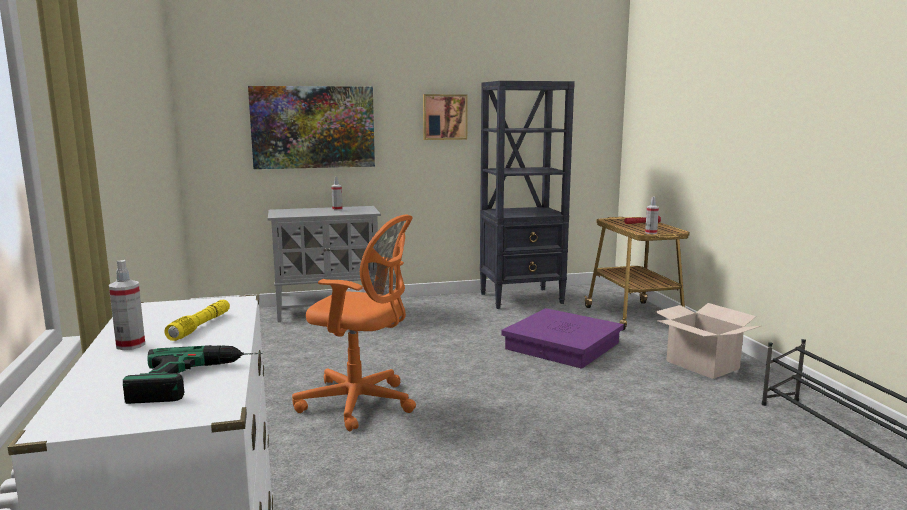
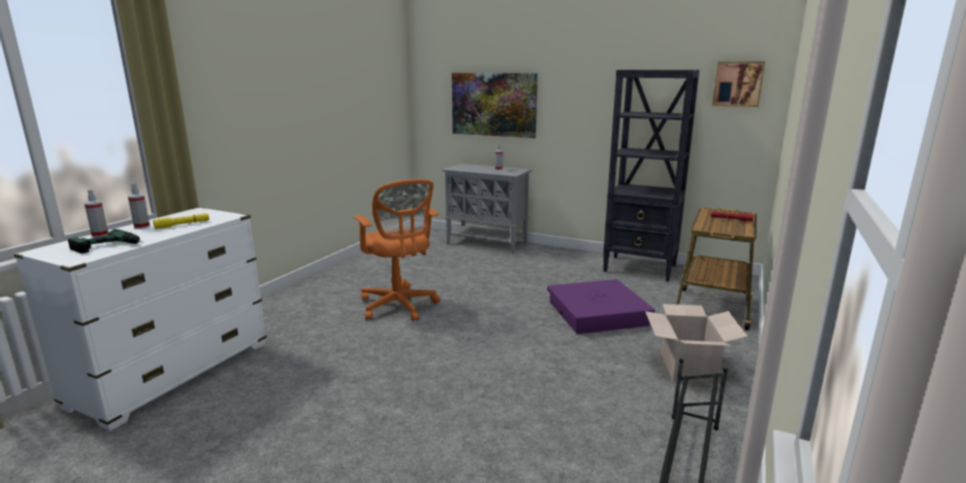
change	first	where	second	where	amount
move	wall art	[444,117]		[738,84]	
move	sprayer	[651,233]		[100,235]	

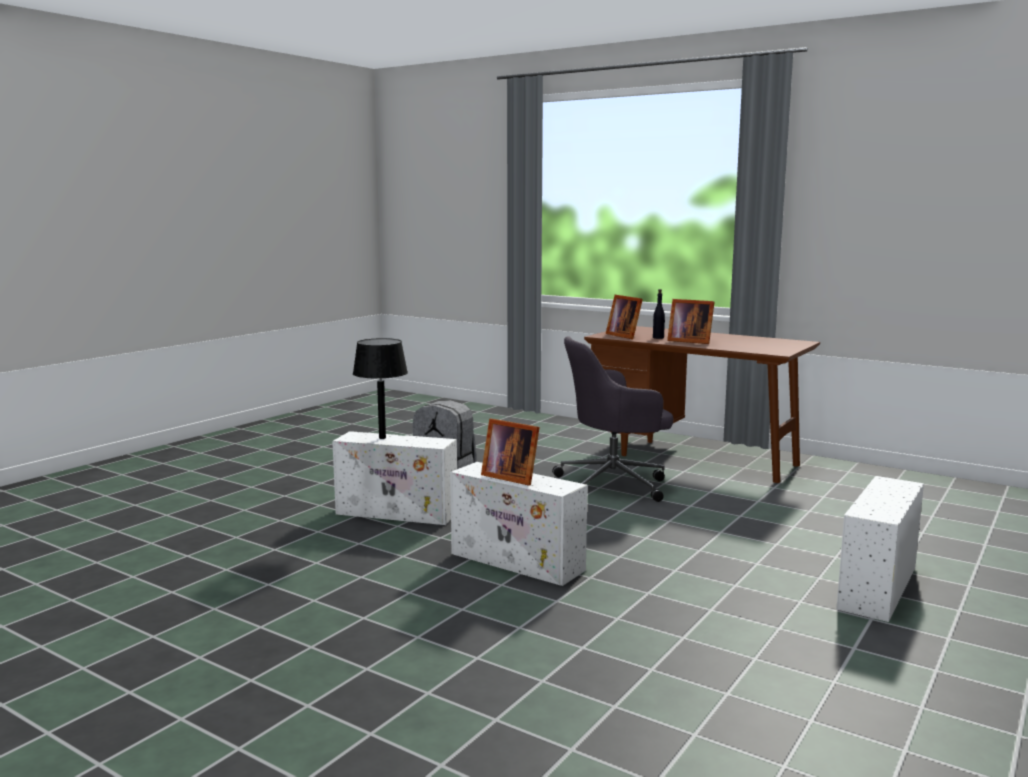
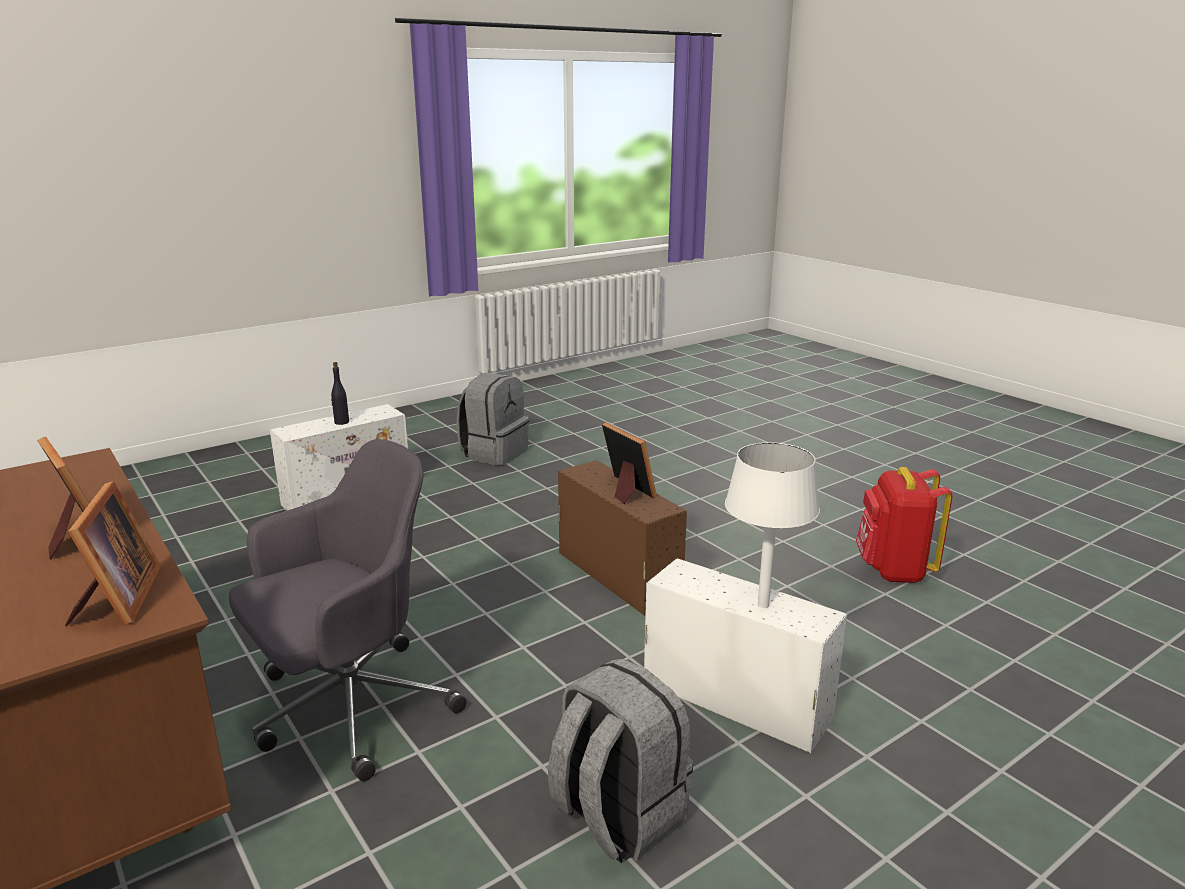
change	first	where	second	where	amount
move	black bottle	[658,338]		[341,422]	
rotate	greyish desk chair	[614,484]		[349,708]	45 degrees counterclockwise
recolor	black tabletop lamp	[382,438]	white-coloured tabletop lamp	[763,605]	
recolor	white-coloured storage box	[519,562]	brownish storage box	[616,574]	
insert			greyish knapsack	[494,453]	
insert			red knapsack	[893,571]	

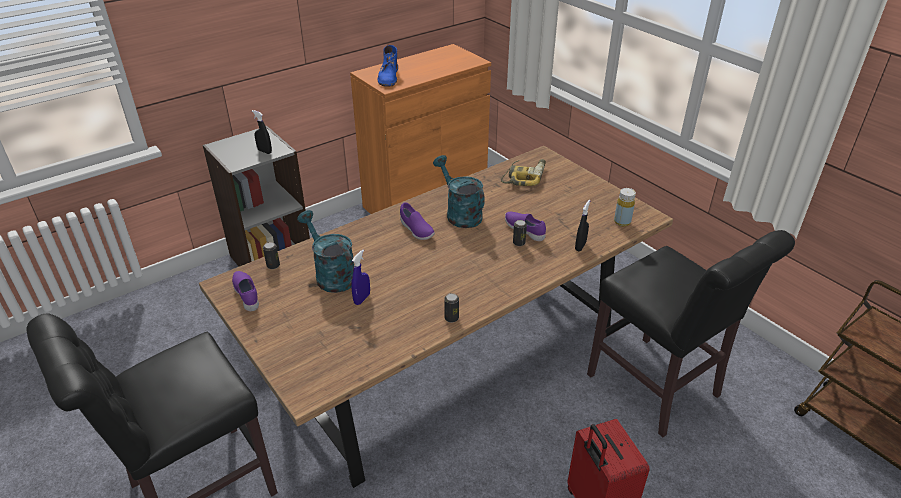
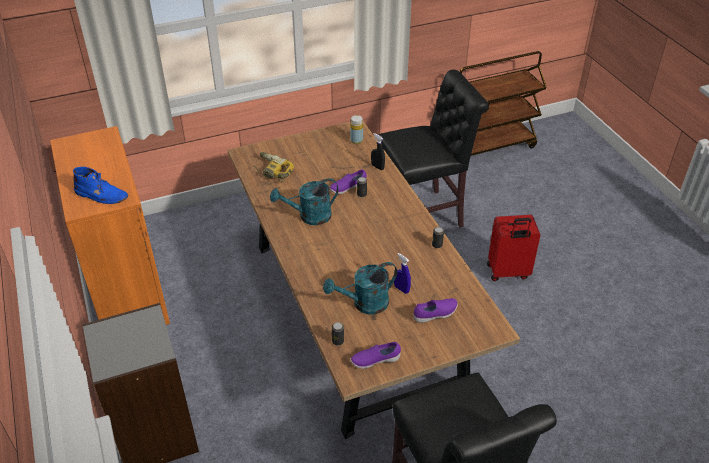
change	first	where	second	where	amount
delete	black sprayer	[264,151]			
move	purplish shoe	[416,230]		[435,314]	

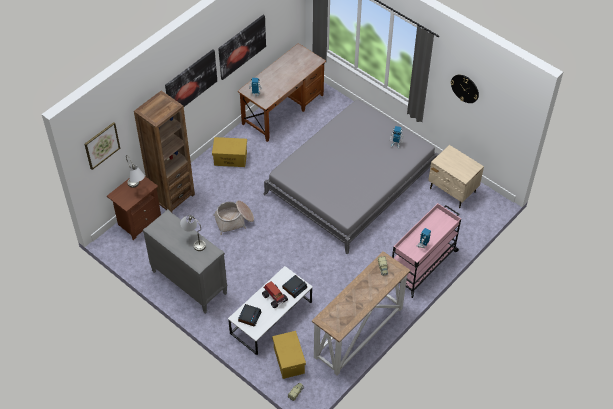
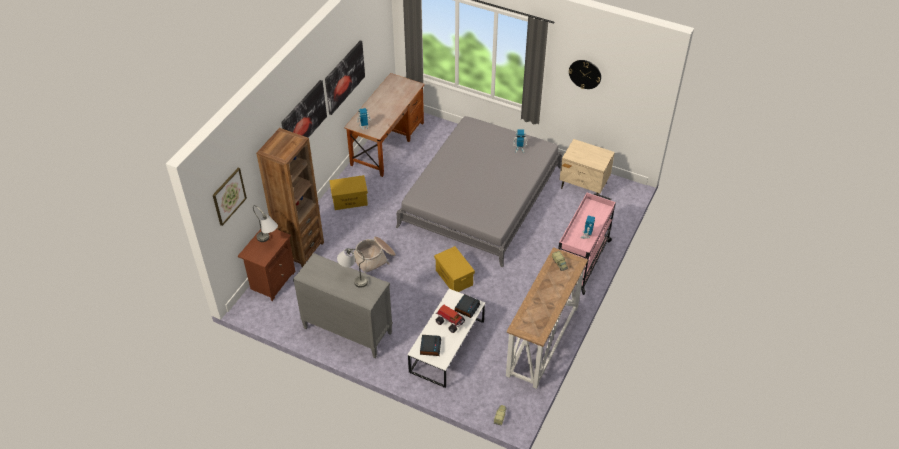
change	first	where	second	where	amount
move	yellowish storage box	[288,360]		[453,277]	

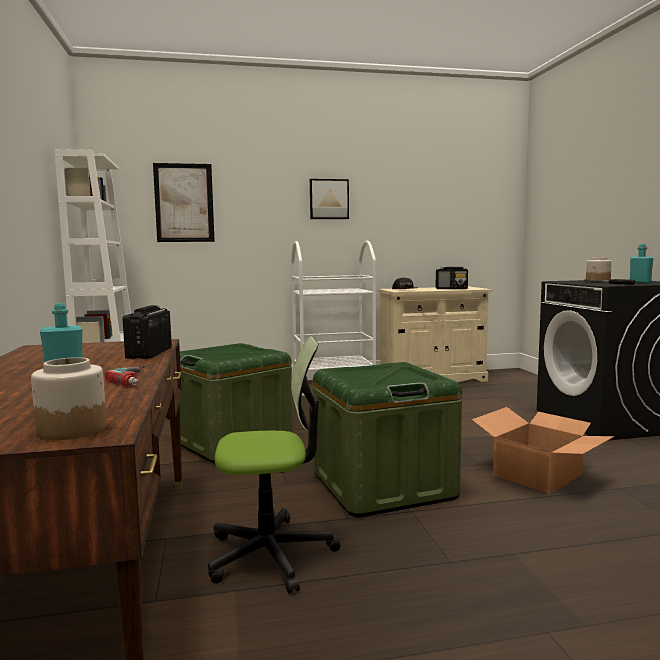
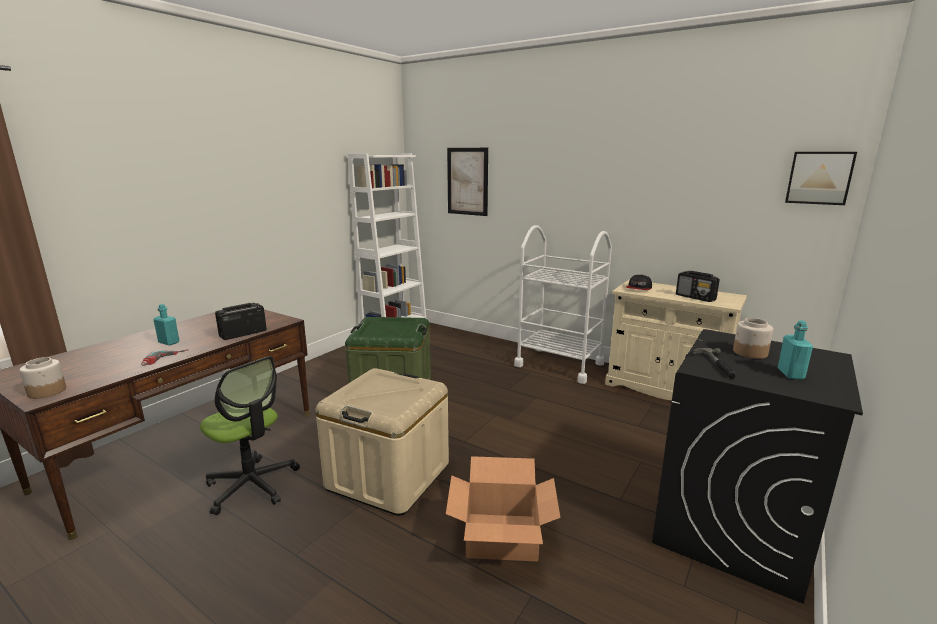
change	first	where	second	where	amount
move	wall art	[329,199]		[819,178]	
recolor	green storage box	[383,486]	sand-coloured storage box	[388,476]	

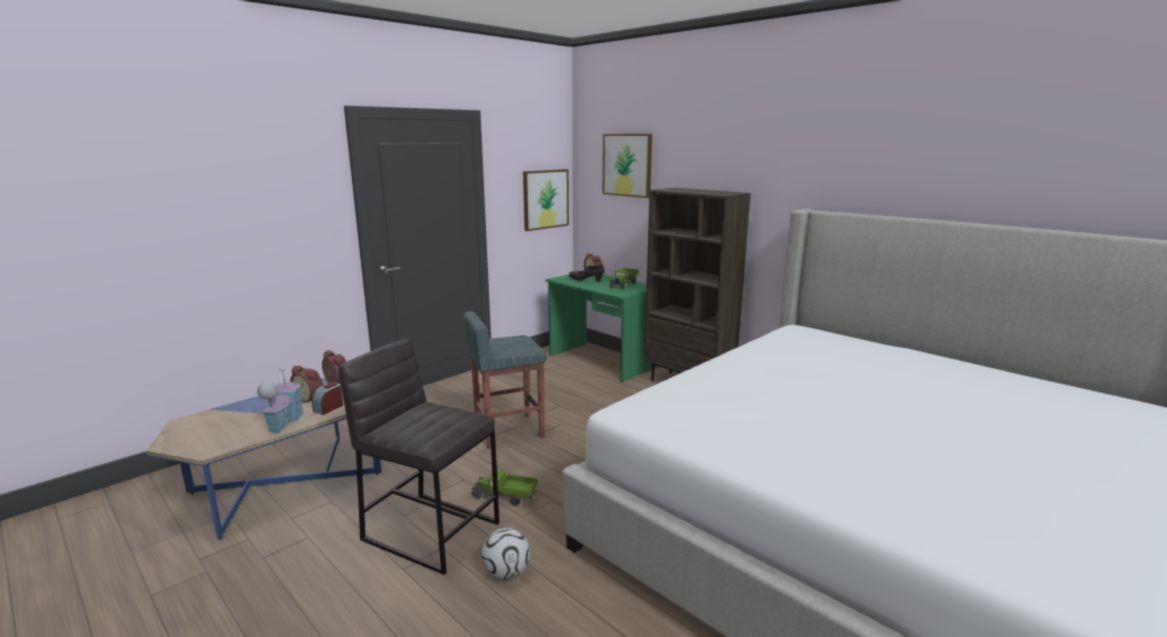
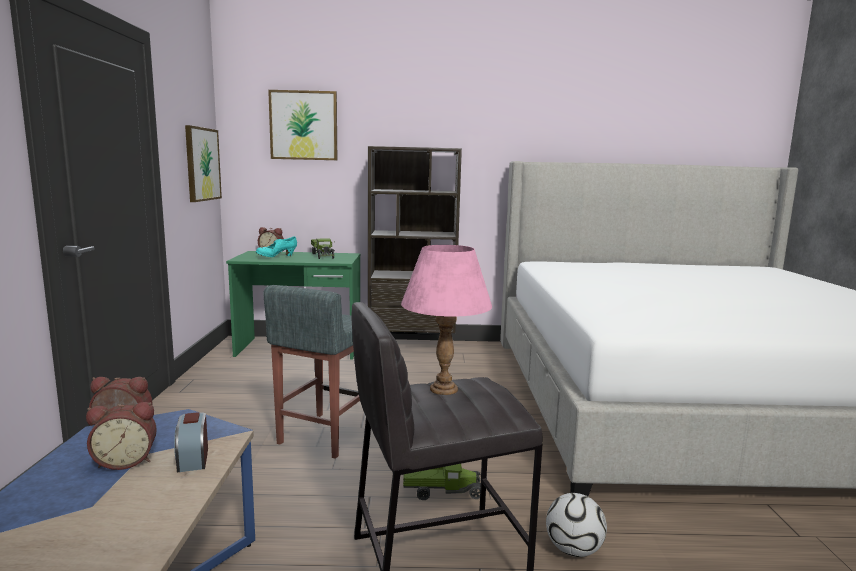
change	first	where	second	where	amount
recolor	black shoe	[586,280]	blue-green shoe	[276,257]	
delete	model house	[283,422]			
rotate	model truck	[505,497]		[441,491]	150 degrees counterclockwise
insert			pinkish tabletop lamp	[444,389]	

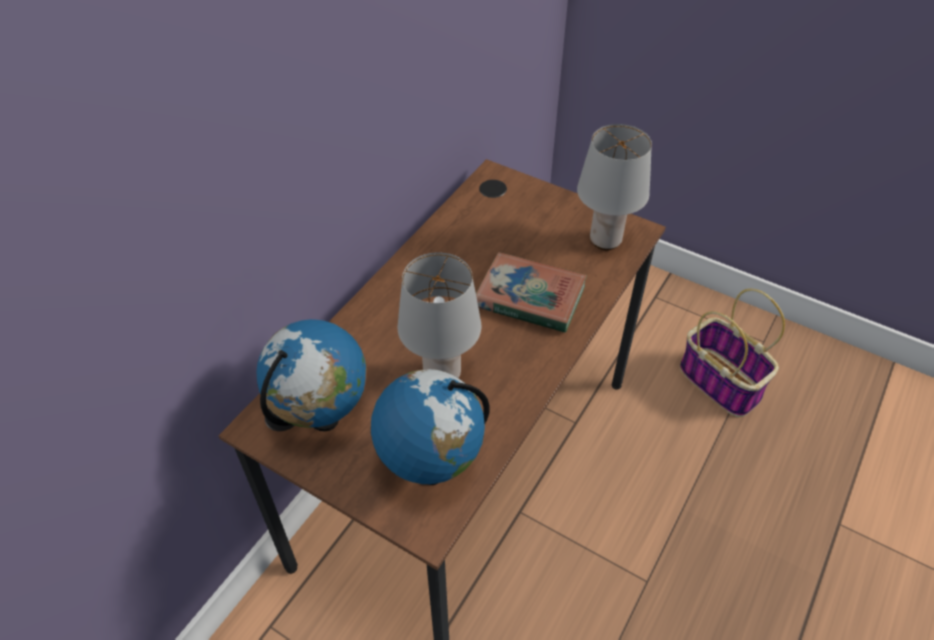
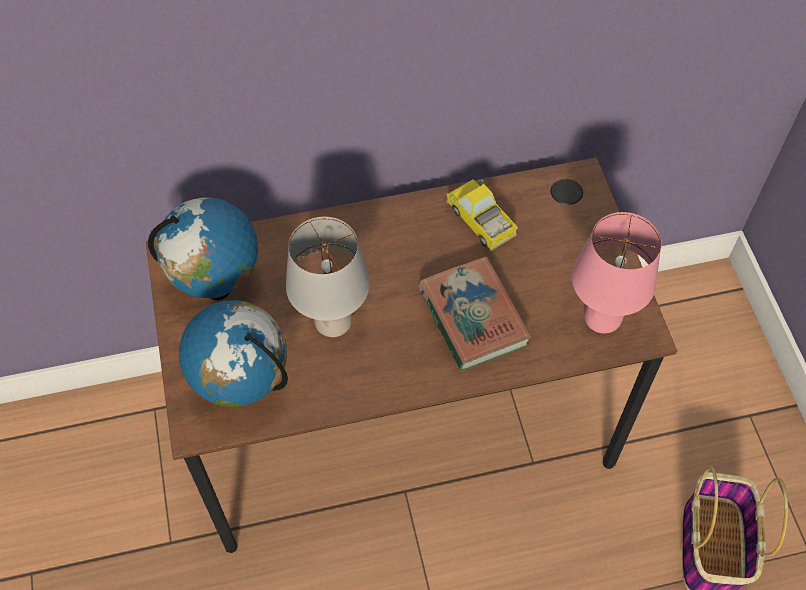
change	first	where	second	where	amount
recolor	greyish tabletop lamp	[605,241]	pinkish tabletop lamp	[602,320]	
insert			model truck	[480,221]	

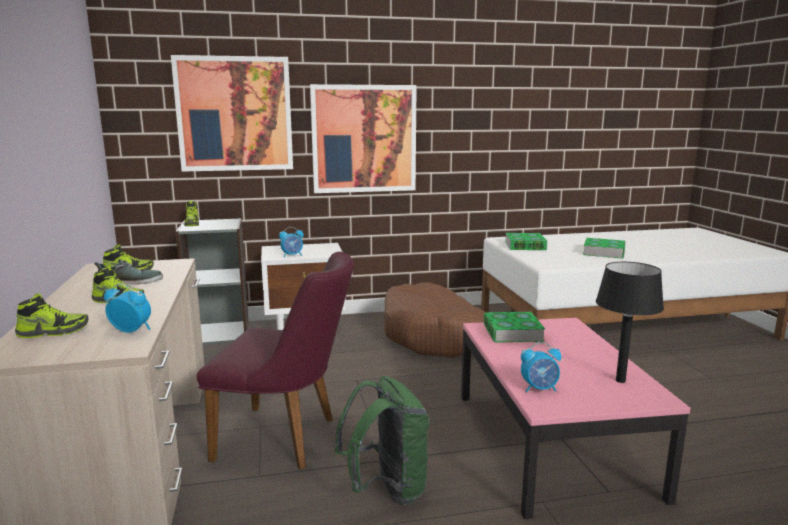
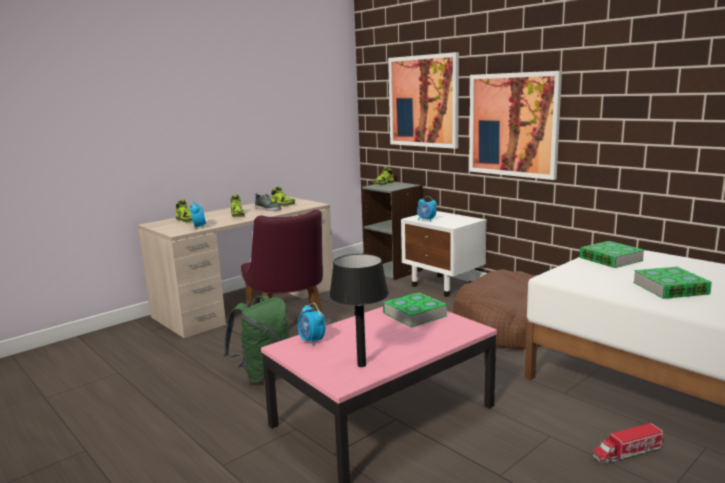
change	first	where	second	where	amount
insert			model truck	[627,452]	

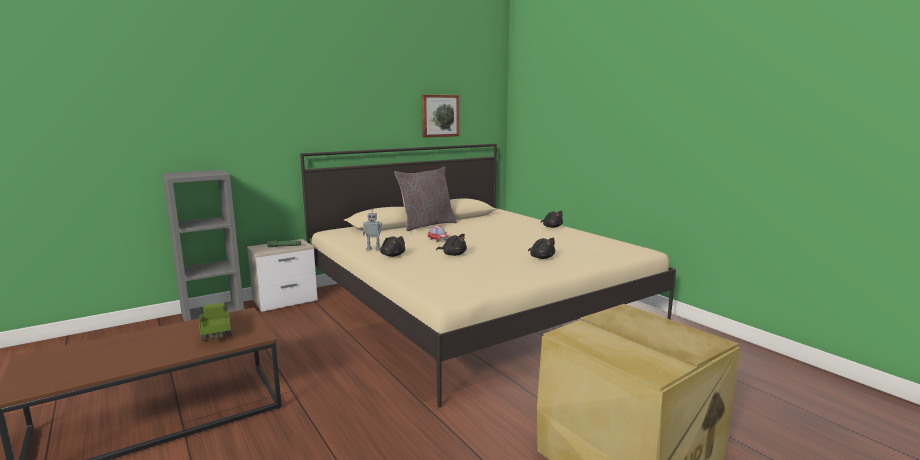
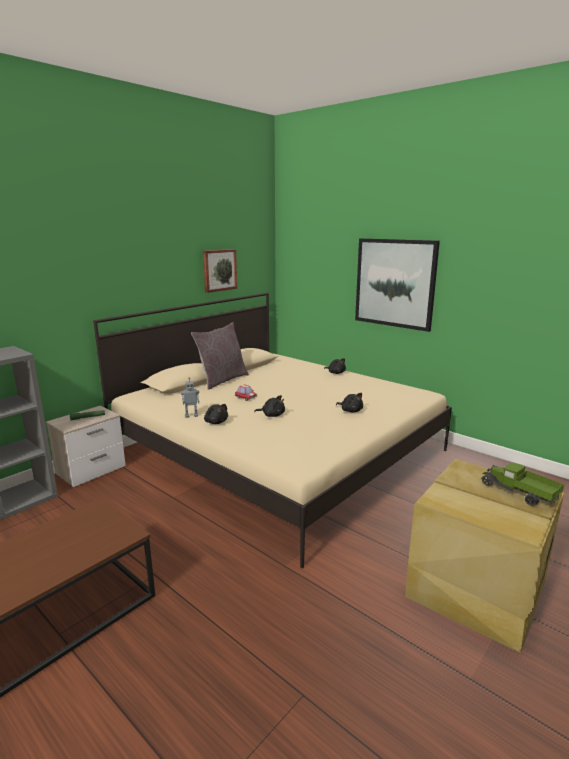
change	first	where	second	where	amount
move	model truck	[216,331]		[519,493]	
insert			wall art	[395,283]	

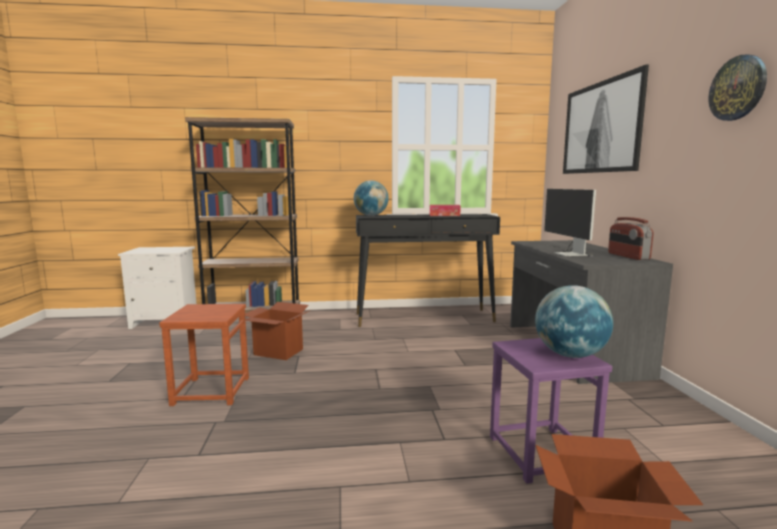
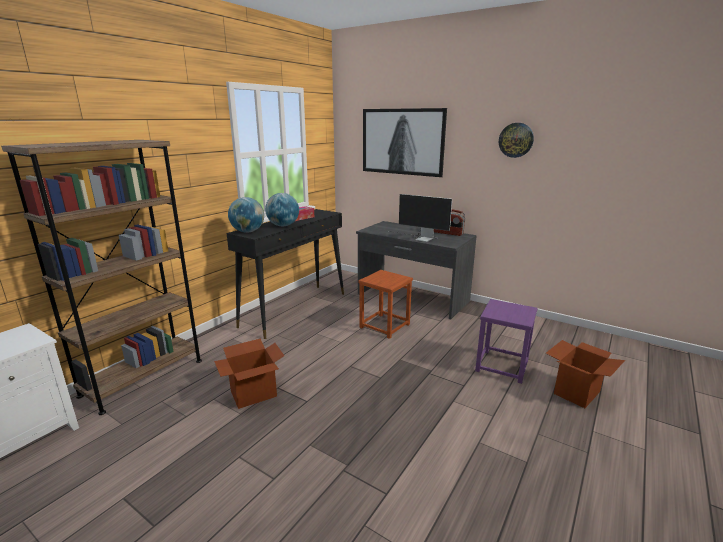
change	first	where	second	where	amount
move	world globe	[570,355]		[283,225]	
move	brownish stool	[211,391]		[384,326]	

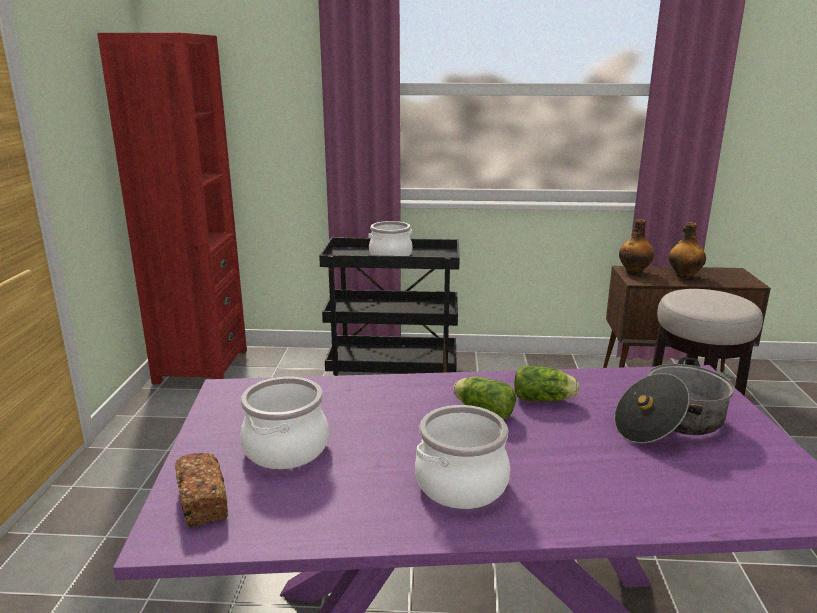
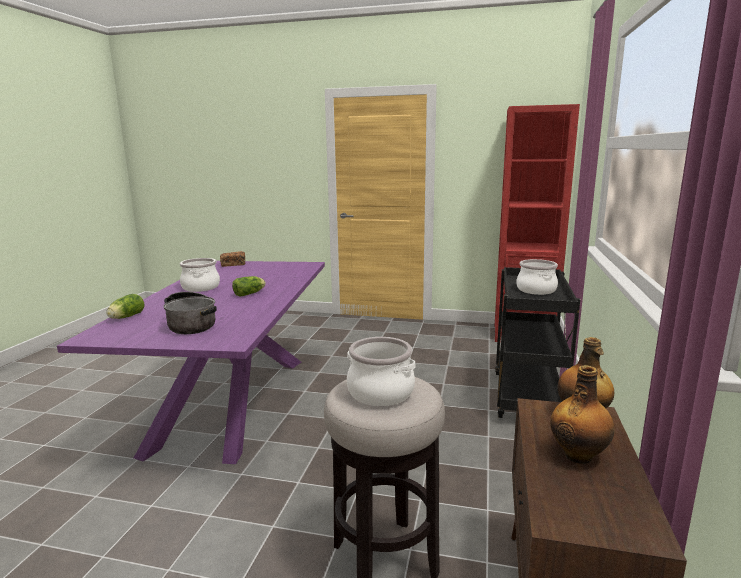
change	first	where	second	where	amount
move	lettuce head	[545,400]		[125,317]	
move	stockpot	[285,448]		[381,392]	

